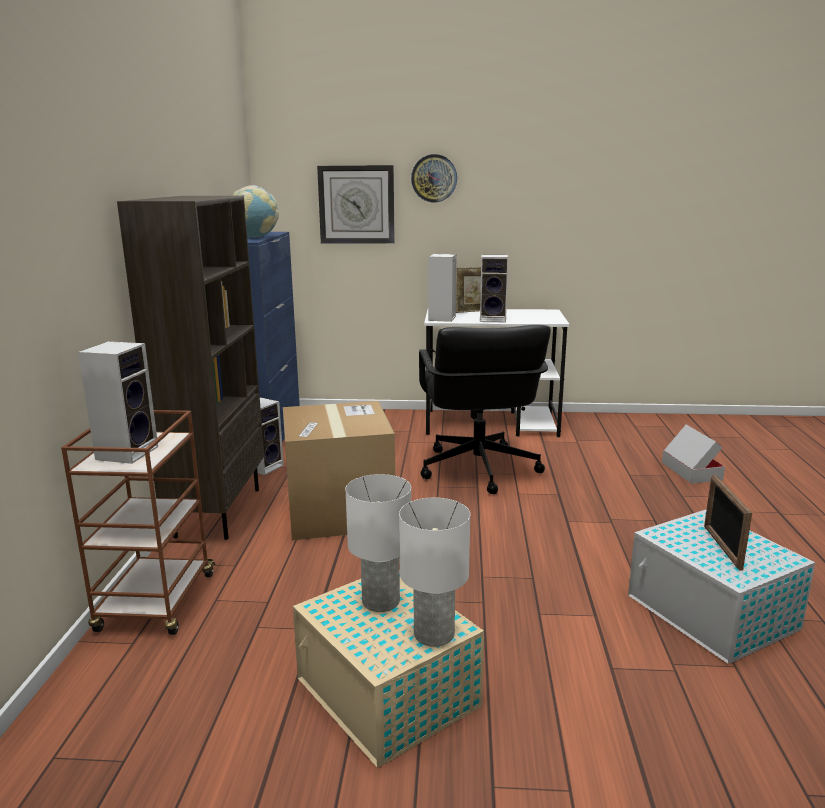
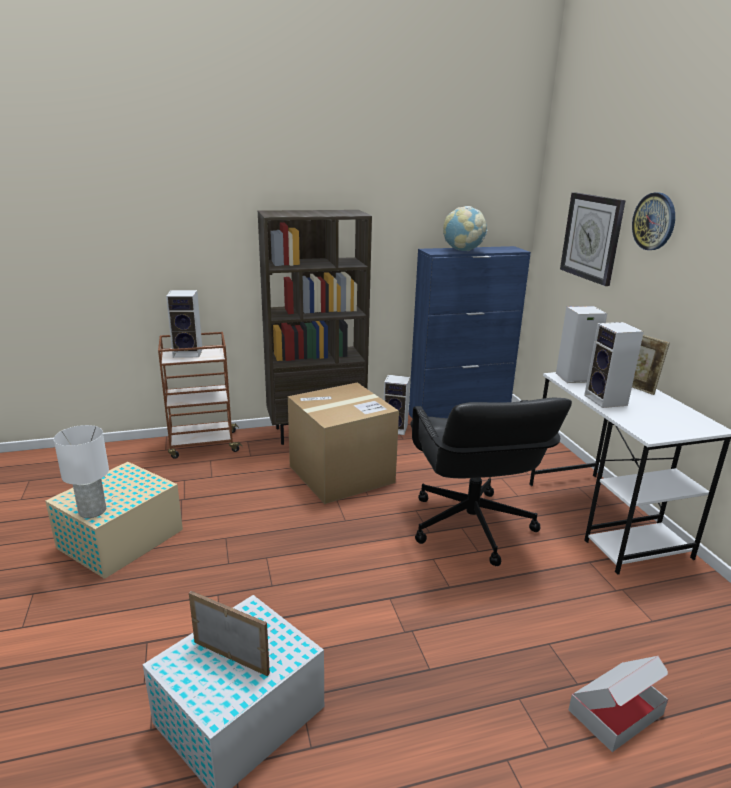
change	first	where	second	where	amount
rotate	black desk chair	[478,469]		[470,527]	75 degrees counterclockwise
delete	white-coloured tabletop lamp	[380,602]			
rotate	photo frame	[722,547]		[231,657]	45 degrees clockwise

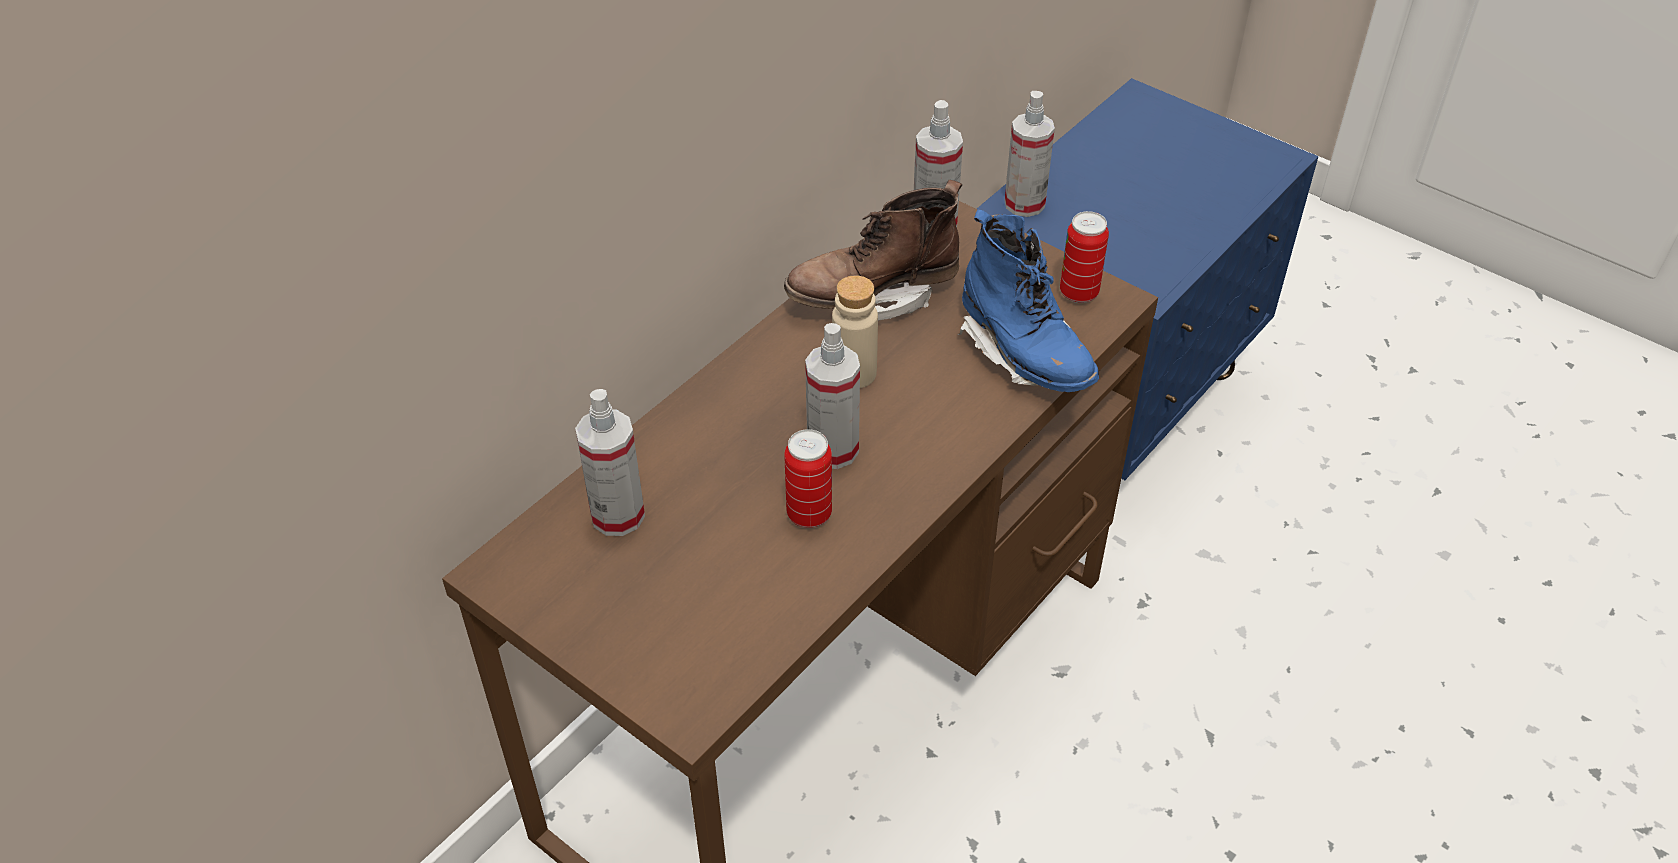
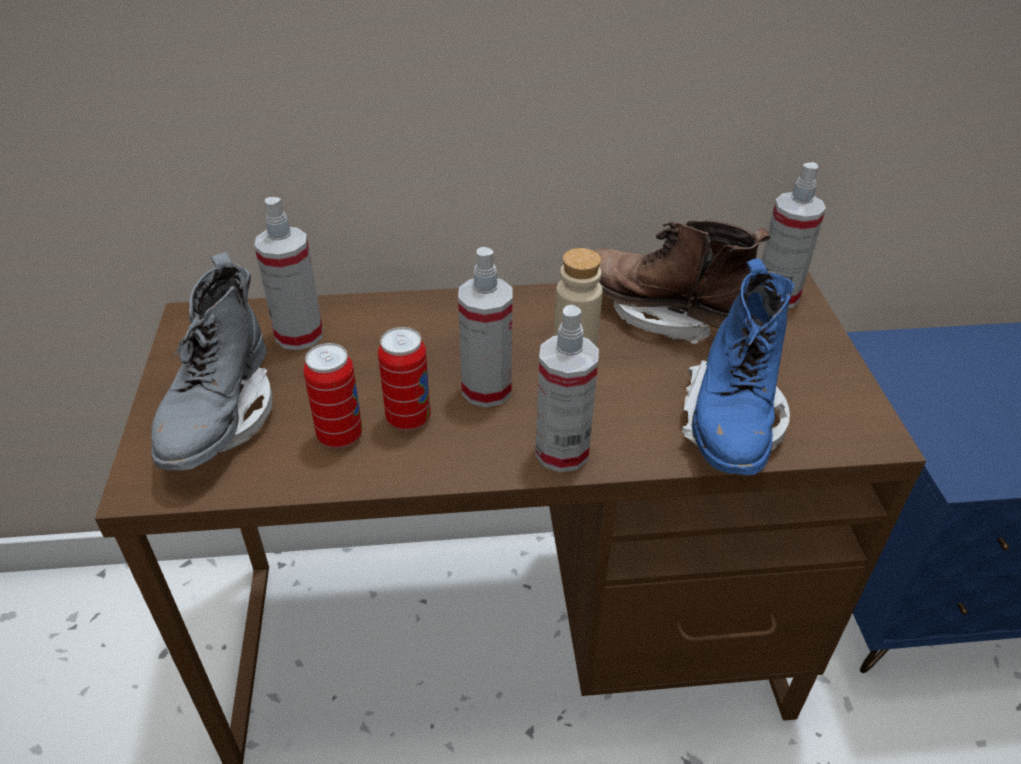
change	first	where	second	where	amount
move	sprayer	[1024,204]		[562,451]	
move	sealed can	[1078,293]		[340,436]	
insert			greyish boot	[220,419]	

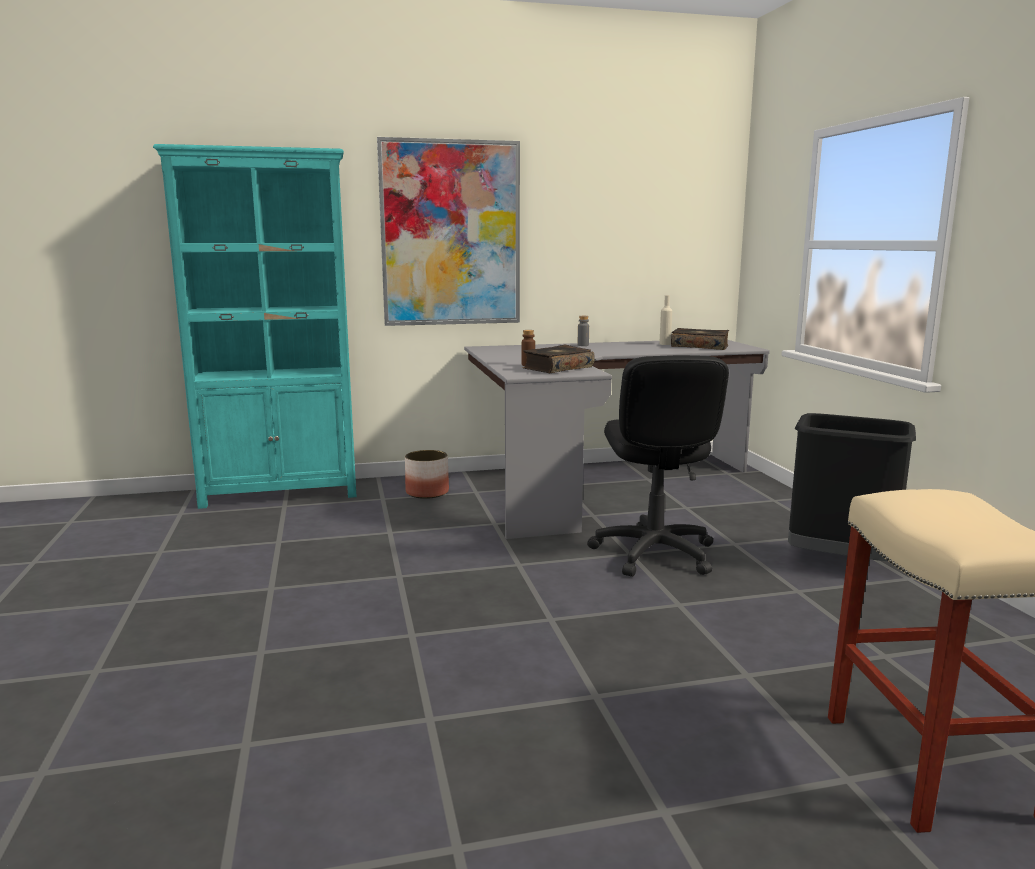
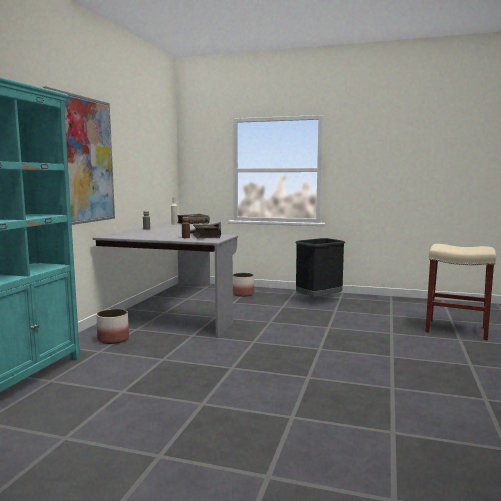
change	first	where	second	where	amount
delete	black desk chair	[653,553]			
insert			planter	[243,294]	

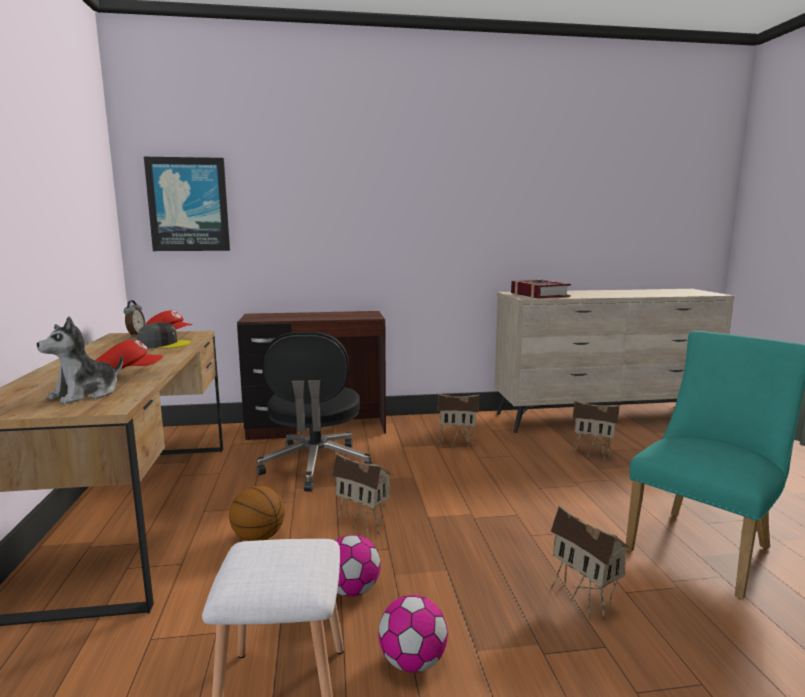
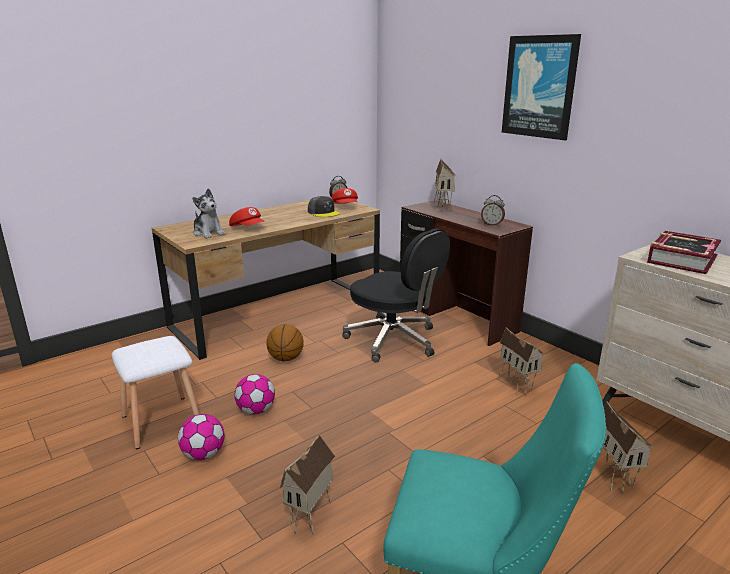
change	first	where	second	where	amount
move	wall art	[188,205]		[539,87]	
rotate	soft toy	[86,394]		[208,233]	135 degrees counterclockwise
rotate	black desk chair	[315,466]		[394,340]	105 degrees counterclockwise
move	model house	[362,526]		[443,208]	
insert			bedside clock	[492,224]	

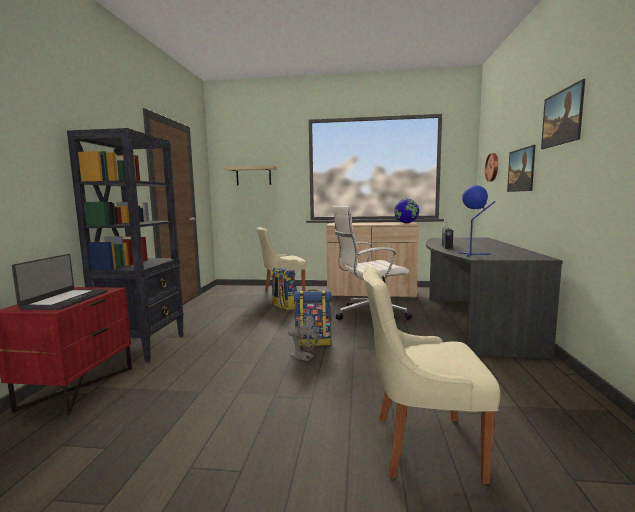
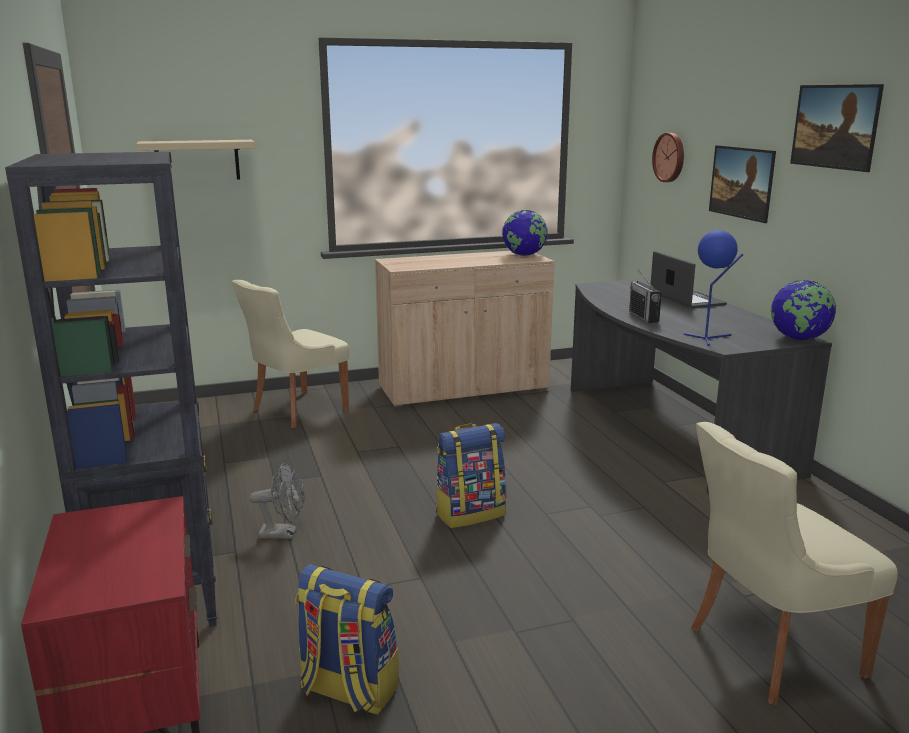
change	first	where	second	where	amount
delete	white-coloured desk chair	[369,316]			
move	laptop	[65,300]		[685,299]	
move	knapsack	[283,307]		[347,690]	
move	greyish fan	[305,358]		[284,533]	
insert			world globe	[798,339]	

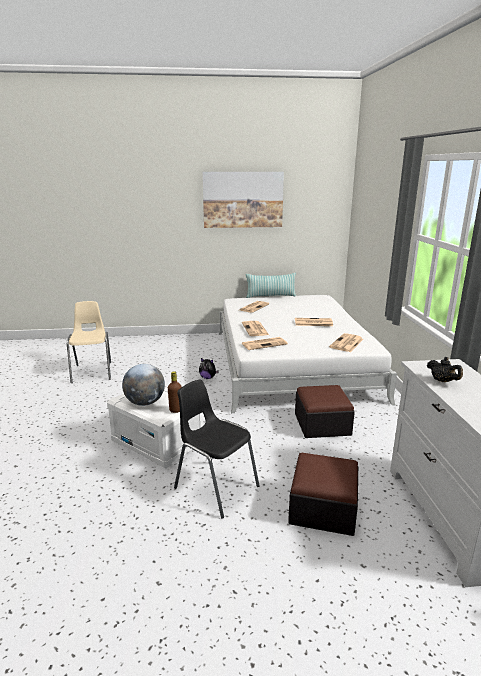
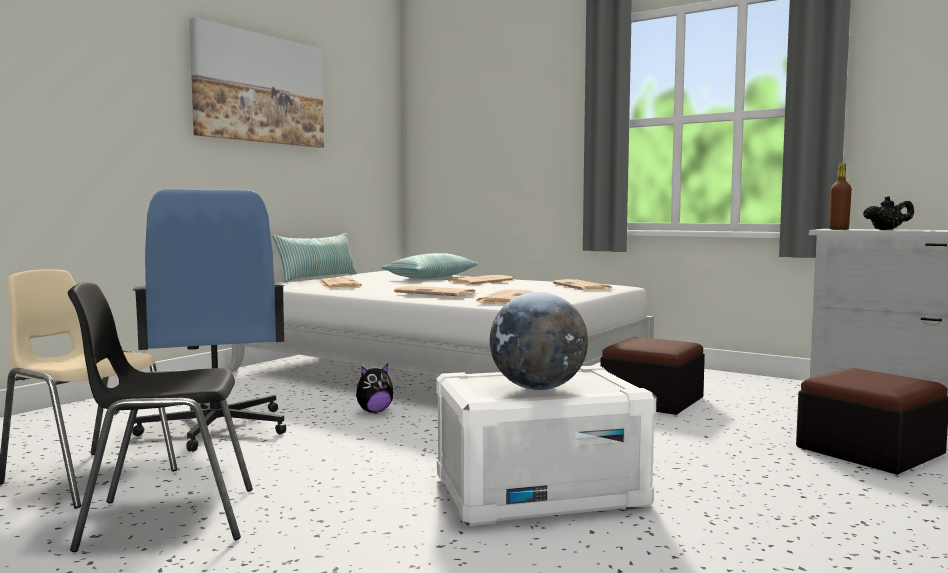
change	first	where	second	where	amount
move	brownish bottle	[175,410]		[838,229]	
move	black upright chair	[215,487]		[168,519]	
insert			bluish desk chair	[215,429]	
insert			throw pillow	[431,277]	

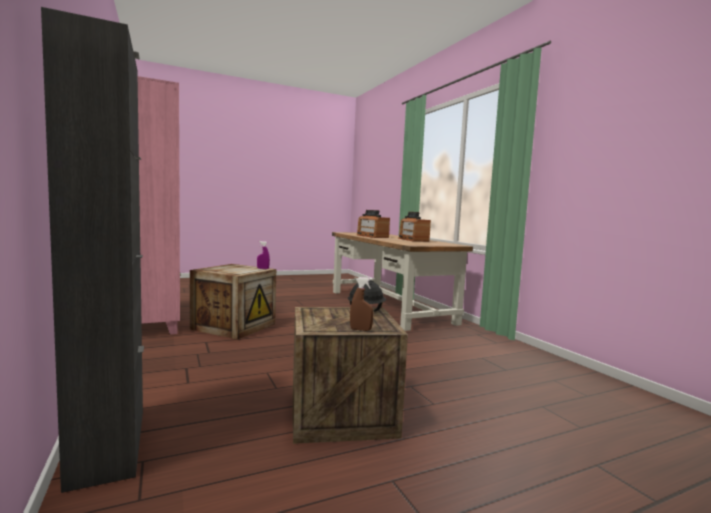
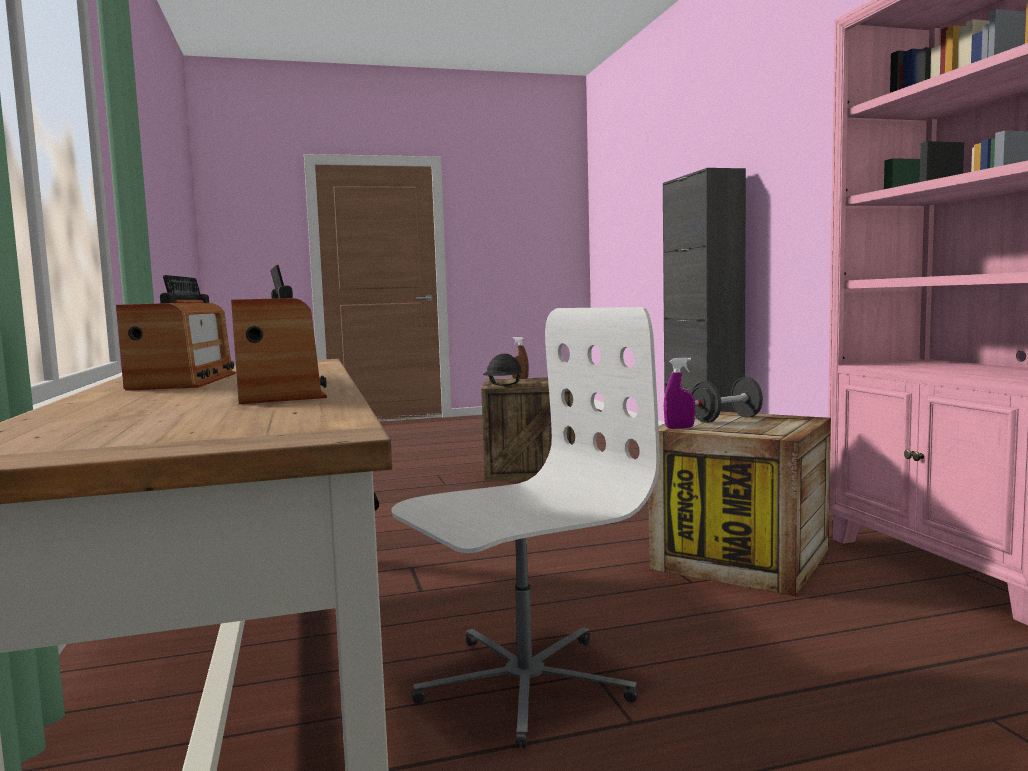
change	first	where	second	where	amount
insert			white-coloured desk chair	[523,683]	
insert			black dumbbell	[726,419]	

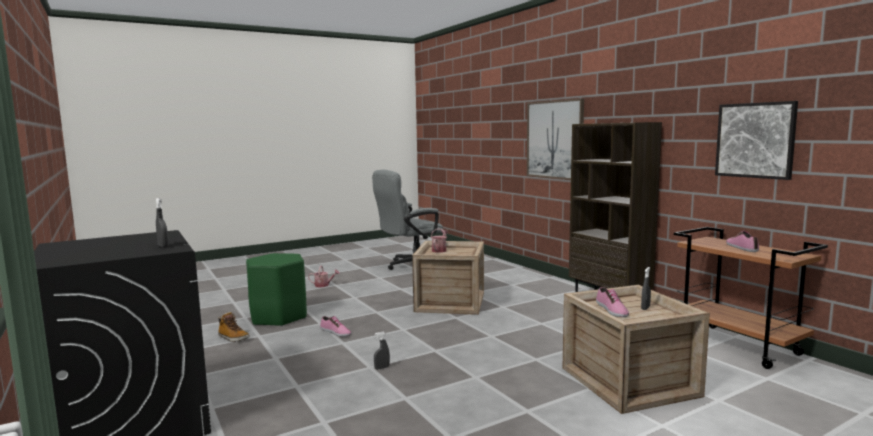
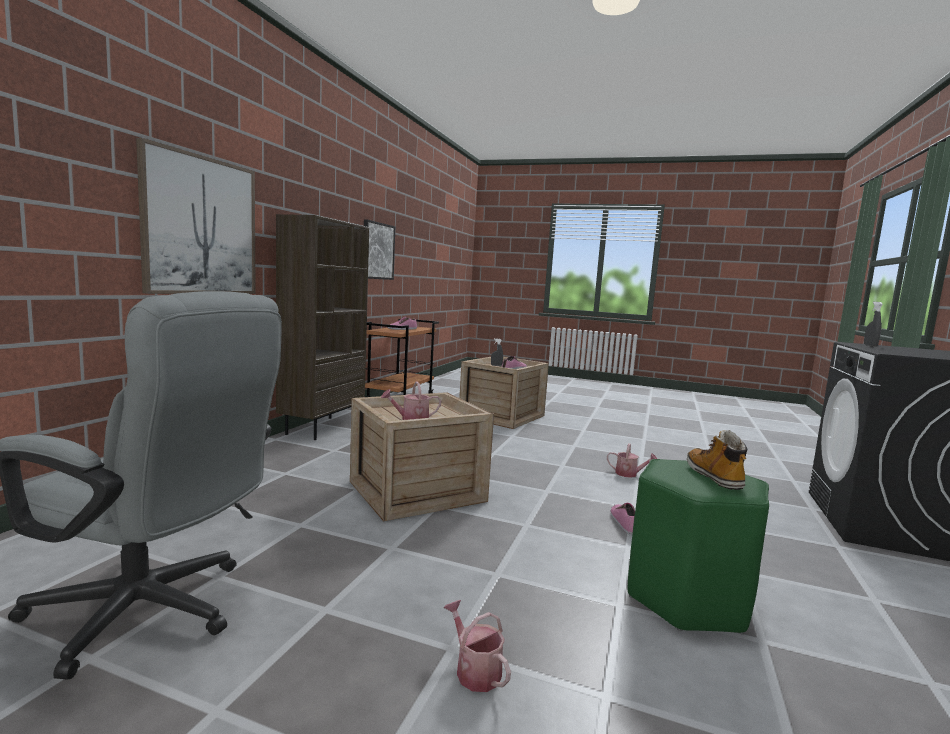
change	first	where	second	where	amount
move	boot	[233,338]		[714,477]	
replace	greyish sprayer	[382,368]	watering can	[629,474]	

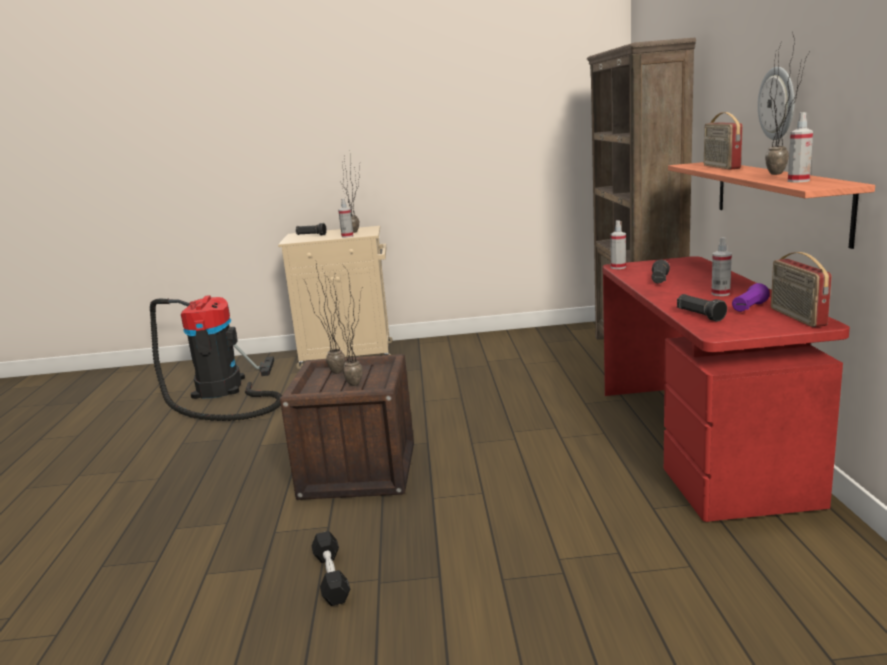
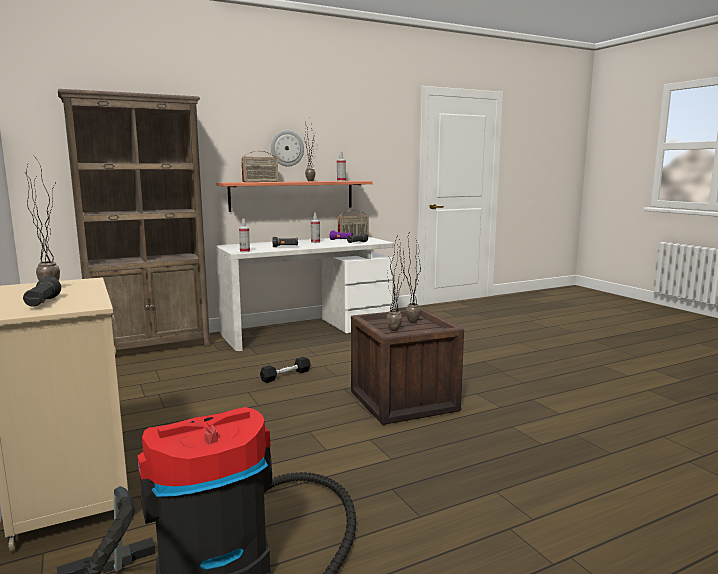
change	first	where	second	where	amount
delete	sprayer	[347,236]			
recolor	red desk unit	[698,440]	white-coloured desk unit	[307,330]	
move	black dumbbell	[331,577]		[285,375]	

